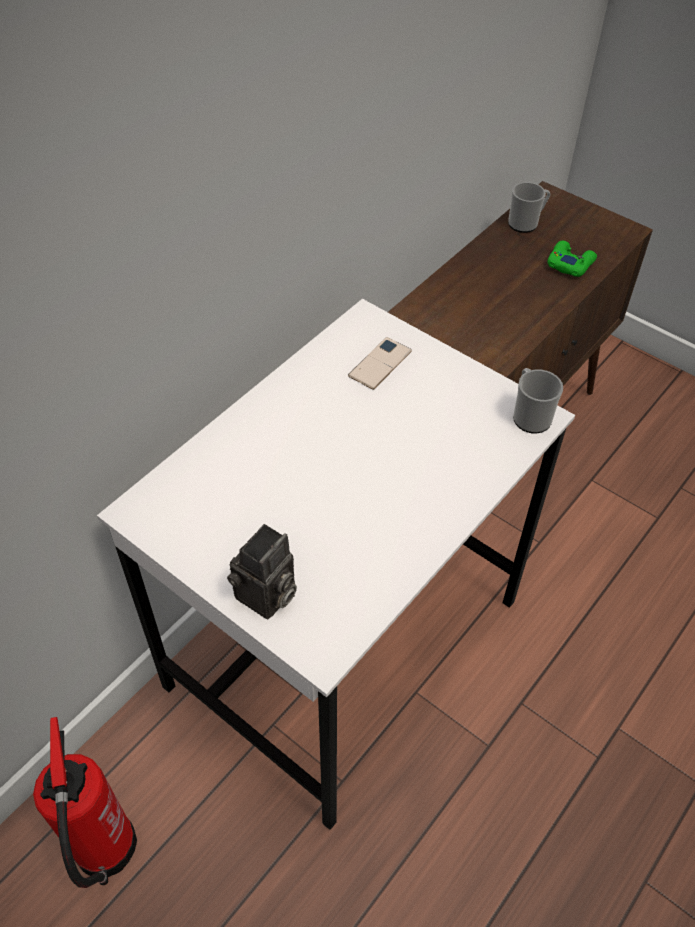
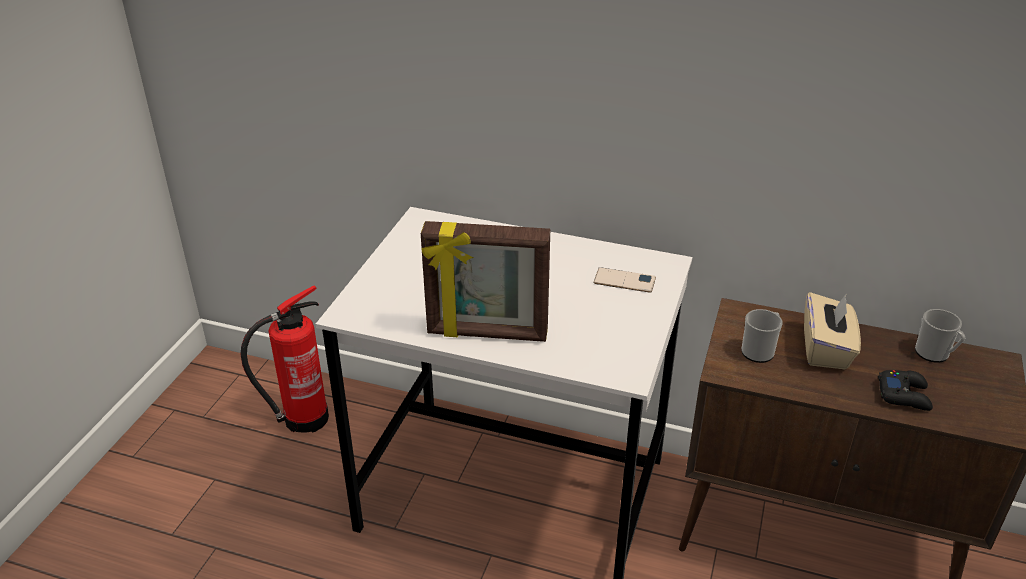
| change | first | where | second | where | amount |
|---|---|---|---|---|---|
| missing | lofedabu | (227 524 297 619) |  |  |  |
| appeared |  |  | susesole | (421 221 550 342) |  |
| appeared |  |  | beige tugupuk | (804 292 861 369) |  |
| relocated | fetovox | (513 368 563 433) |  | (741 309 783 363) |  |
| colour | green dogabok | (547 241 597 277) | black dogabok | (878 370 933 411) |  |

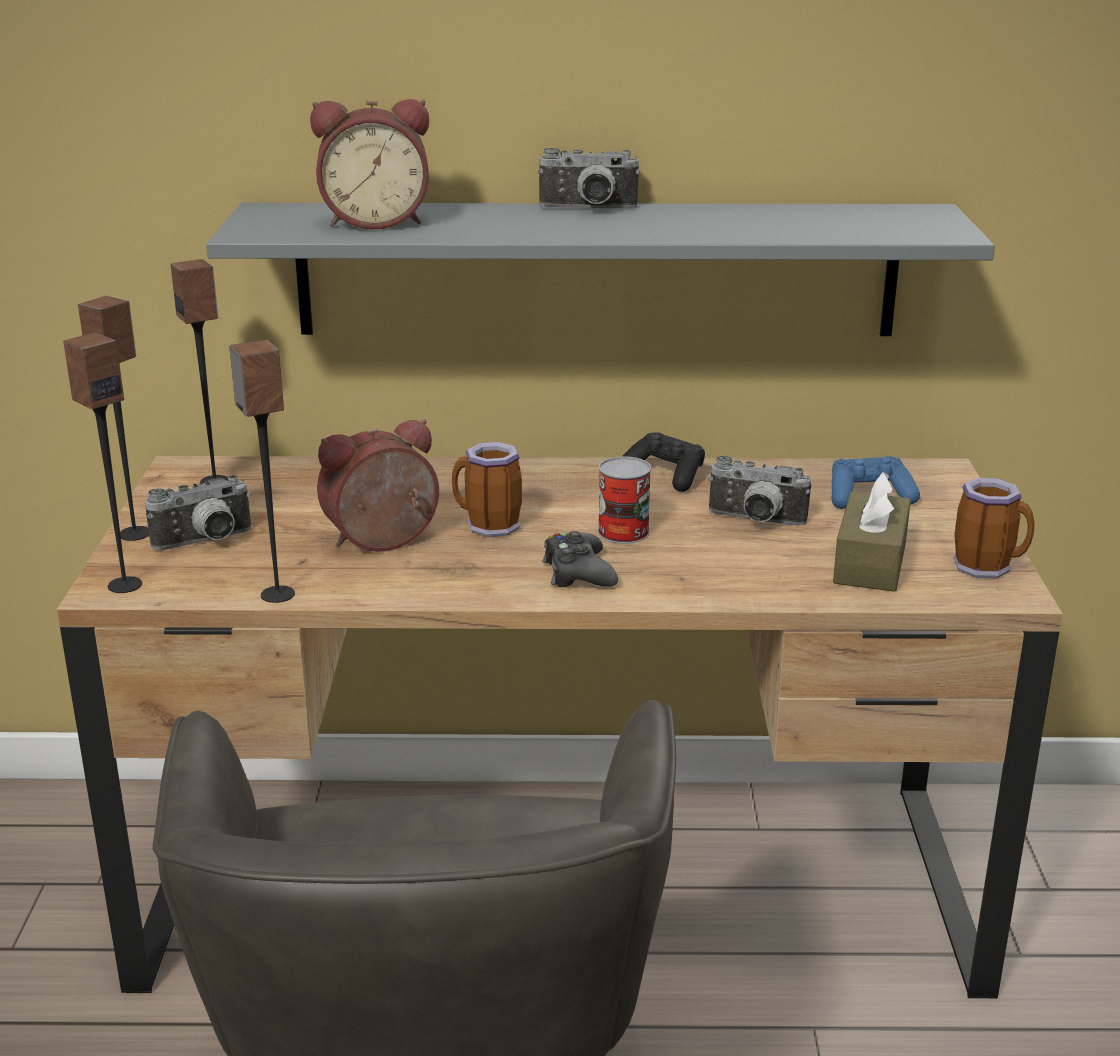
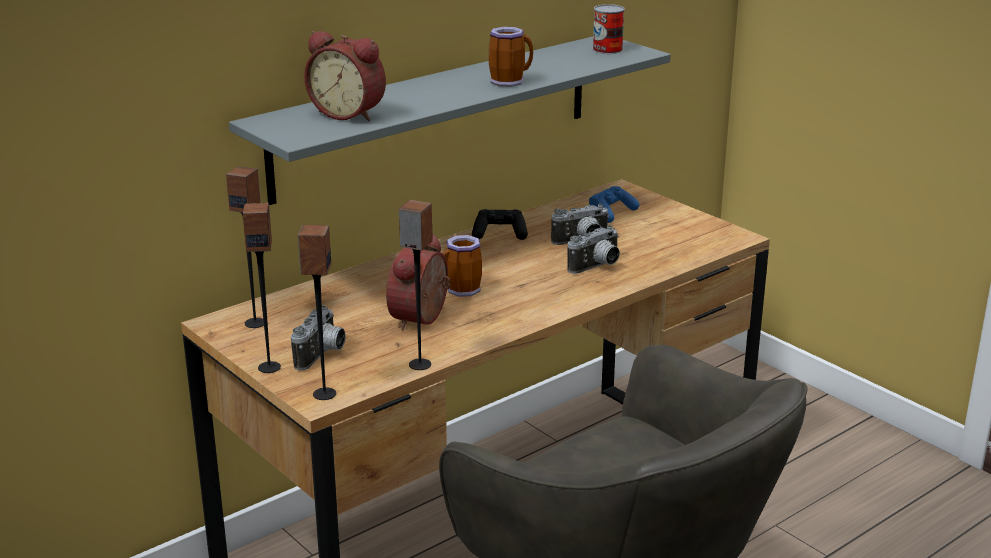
| change | first | where | second | where | amount |
|---|---|---|---|---|---|
| missing | black dogabok | (542 531 618 587) |  |  |  |
| missing | brown tugupuk | (833 472 911 592) |  |  |  |
| relocated | lofedabu | (538 148 640 208) |  | (567 225 620 274) |  |
| relocated | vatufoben | (598 456 651 544) |  | (593 4 625 54) |  |
| relocated | fetovox | (953 478 1034 578) |  | (489 27 533 87) |  |
| spun | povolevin | (310 99 429 229) |  | (304 31 386 121) | 75 degrees clockwise |

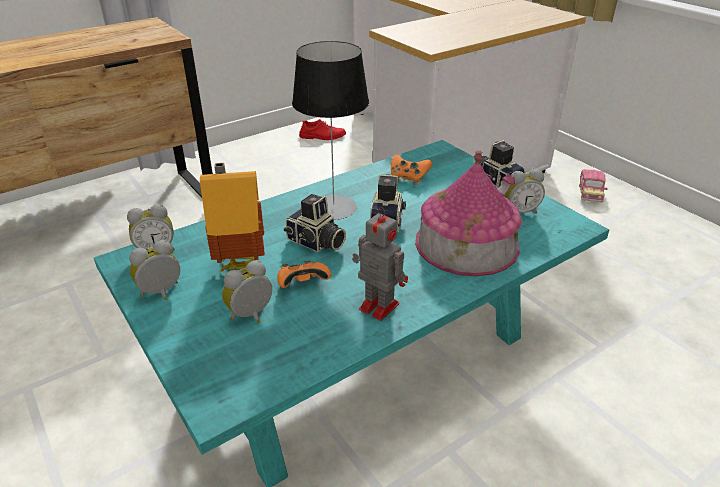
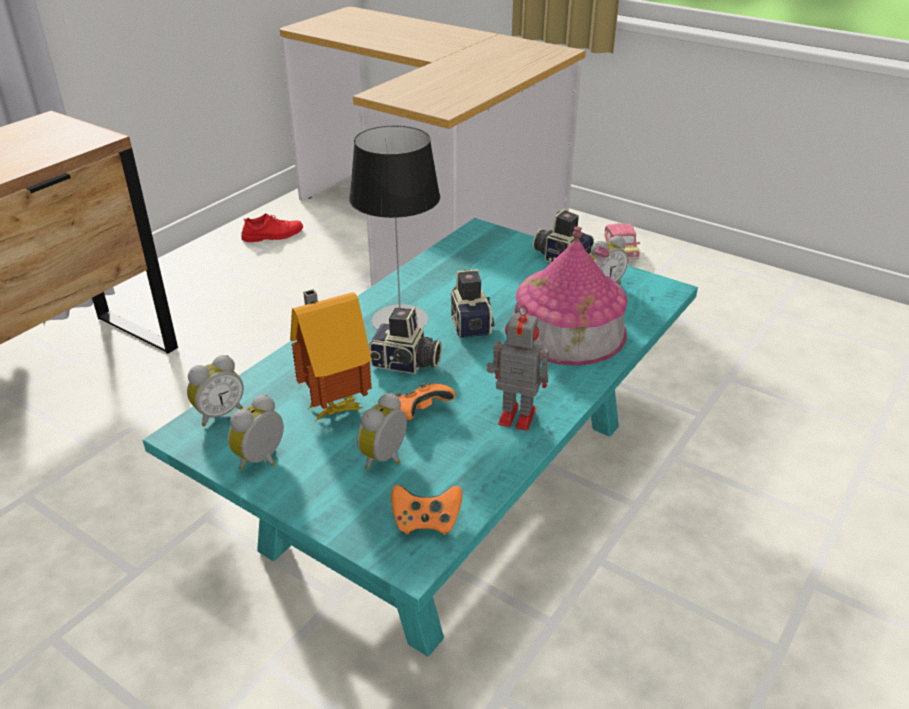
| change | first | where | second | where | amount |
|---|---|---|---|---|---|
| relocated | orange dogabok | (391 154 432 184) |  | (391 485 462 535) |  |

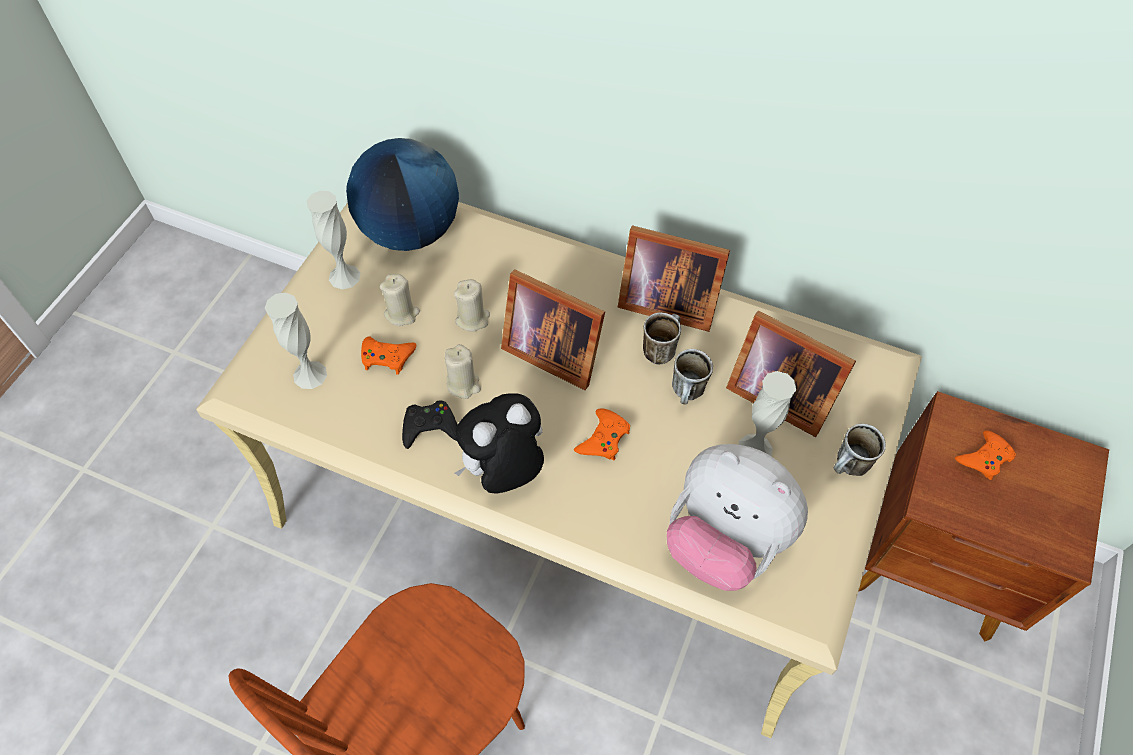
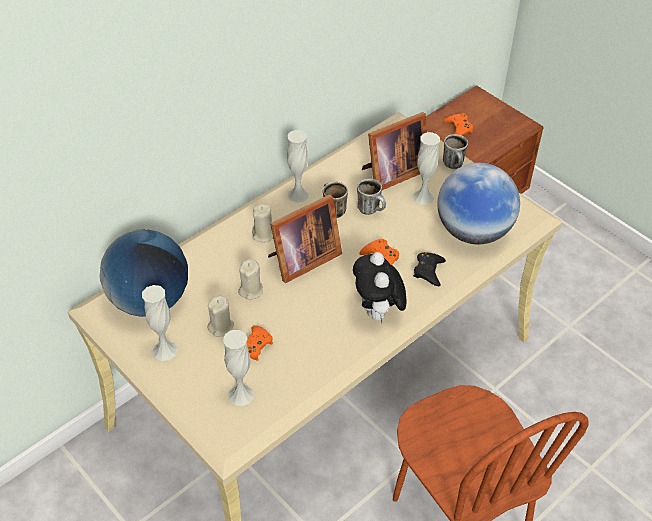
| change | first | where | second | where | amount |
|---|---|---|---|---|---|
| relocated | black dogabok | (402 400 457 449) |  | (414 252 446 286) |  |
| relocated | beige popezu | (445 344 481 399) |  | (252 204 273 242) |  |
| exchanged | susesole | (618 225 730 332) | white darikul | (287 130 309 203) |  |
| exchanged | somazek | (667 444 808 591) | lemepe | (437 163 520 244) |  |

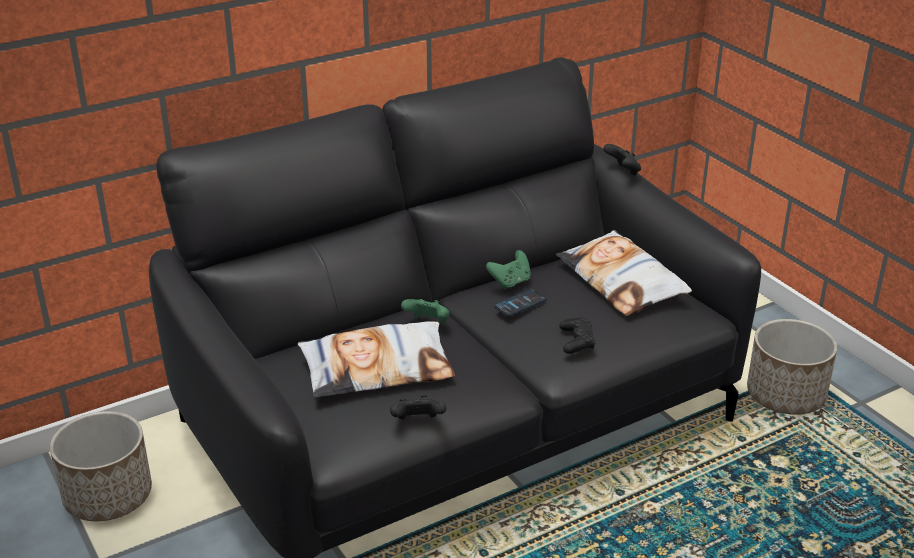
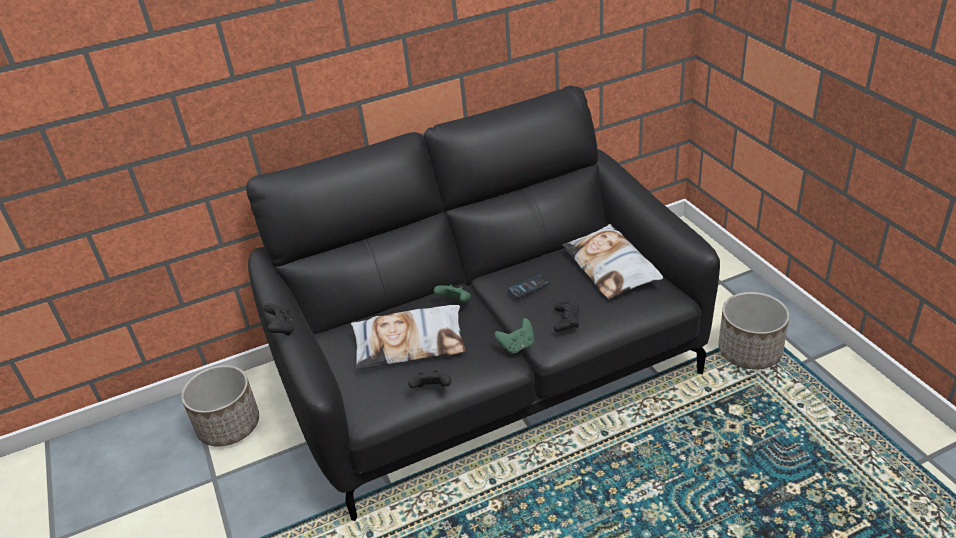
| change | first | where | second | where | amount |
|---|---|---|---|---|---|
| relocated | green dogabok | (486 250 531 290) |  | (494 318 534 354) |  |
| relocated | black dogabok | (603 144 641 176) |  | (263 303 295 336) |  |

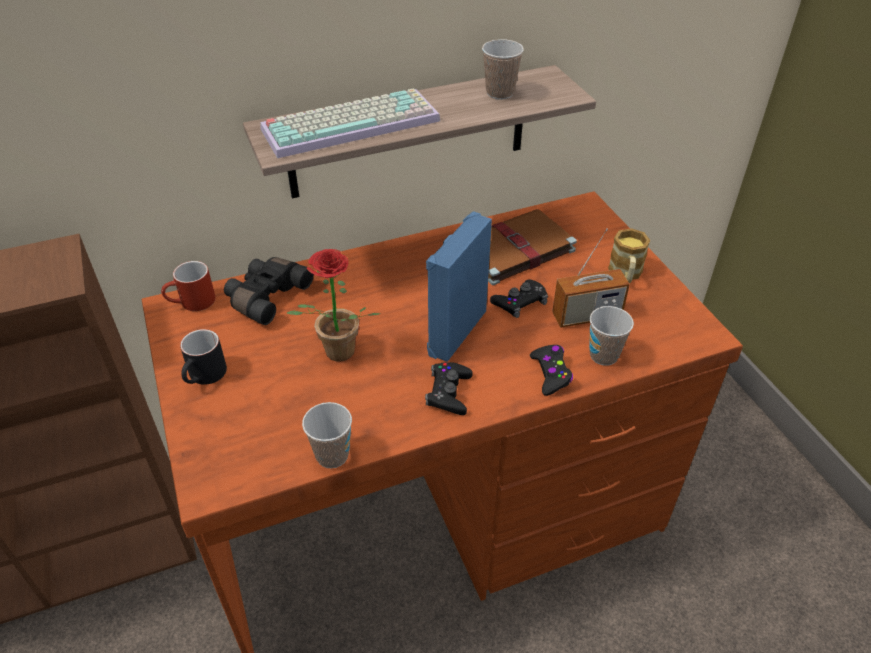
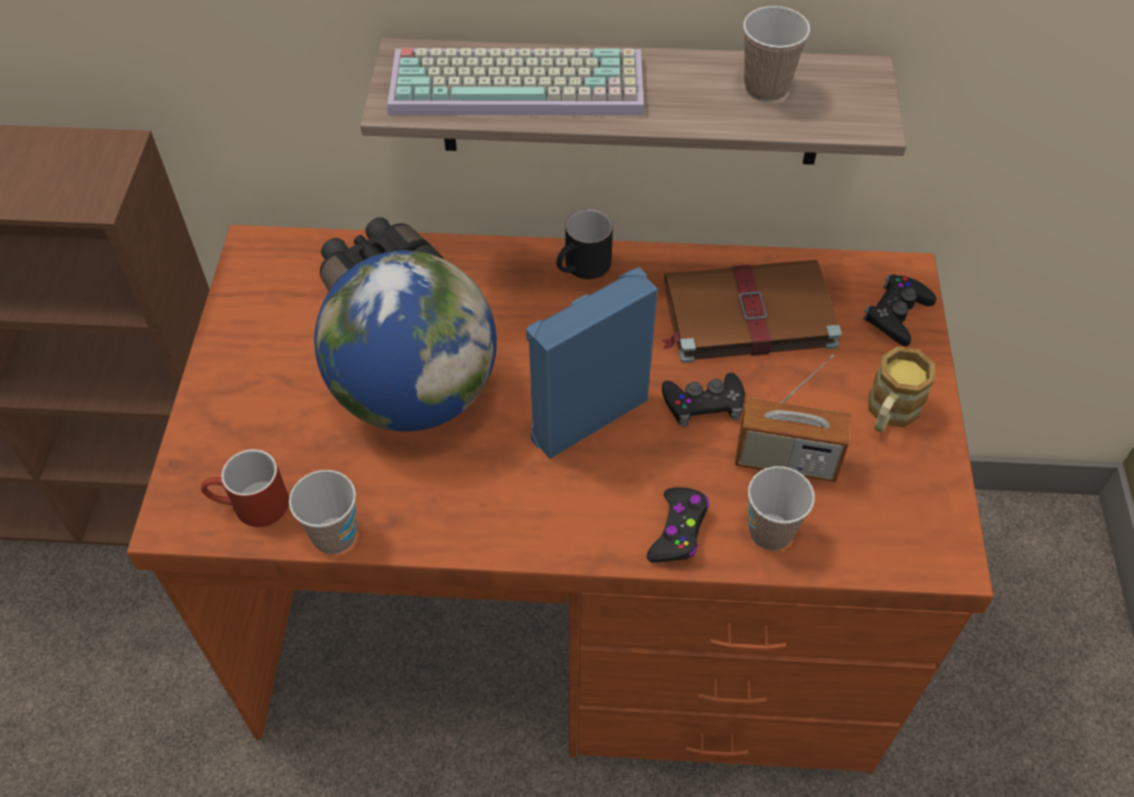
| change | first | where | second | where | amount |
|---|---|---|---|---|---|
| relocated | red fetovox | (161 261 216 311) |  | (201 449 289 527) |  |
| relocated | black fetovox | (180 329 227 385) |  | (557 209 613 279) |  |
| relocated | black dogabok | (425 362 473 415) |  | (863 275 936 346) |  |
| exchanged | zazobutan | (287 249 381 361) | lemepe | (314 251 497 431) |  |

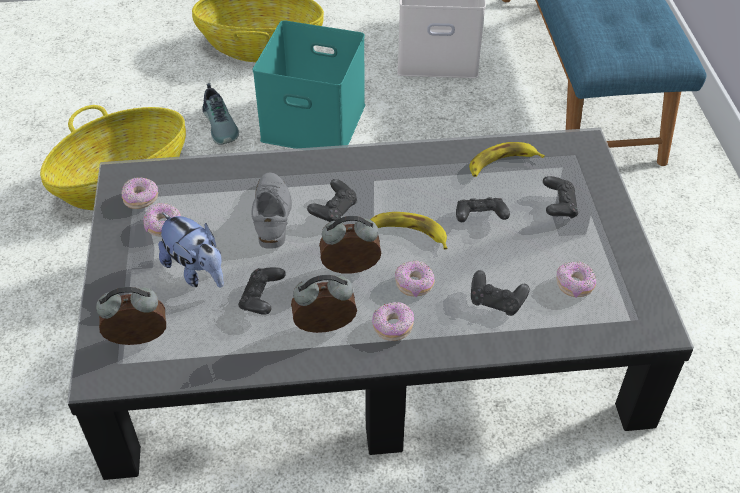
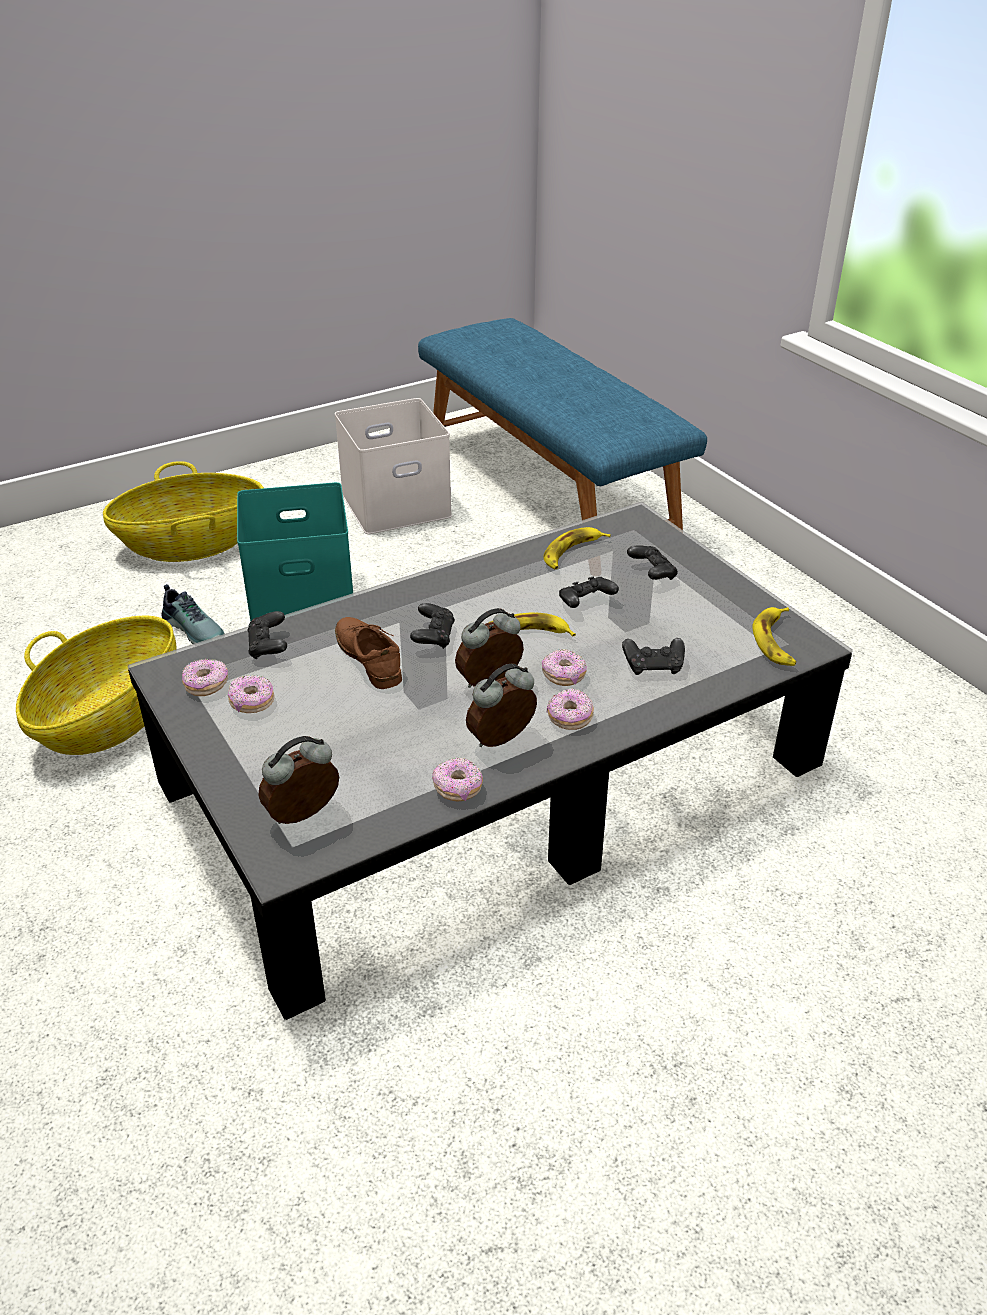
| change | first | where | second | where | amount |
|---|---|---|---|---|---|
| missing | somazek | (158 212 224 288) |  |  |  |
| appeared |  |  | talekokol | (752 607 796 666) |  |
| relocated | black dogabok | (238 267 286 315) |  | (247 611 287 659) |  |
| relocated | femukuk | (556 261 596 298) |  | (432 758 483 802) |  |
| colour | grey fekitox | (251 173 292 249) | brown fekitox | (335 617 402 689) |  |

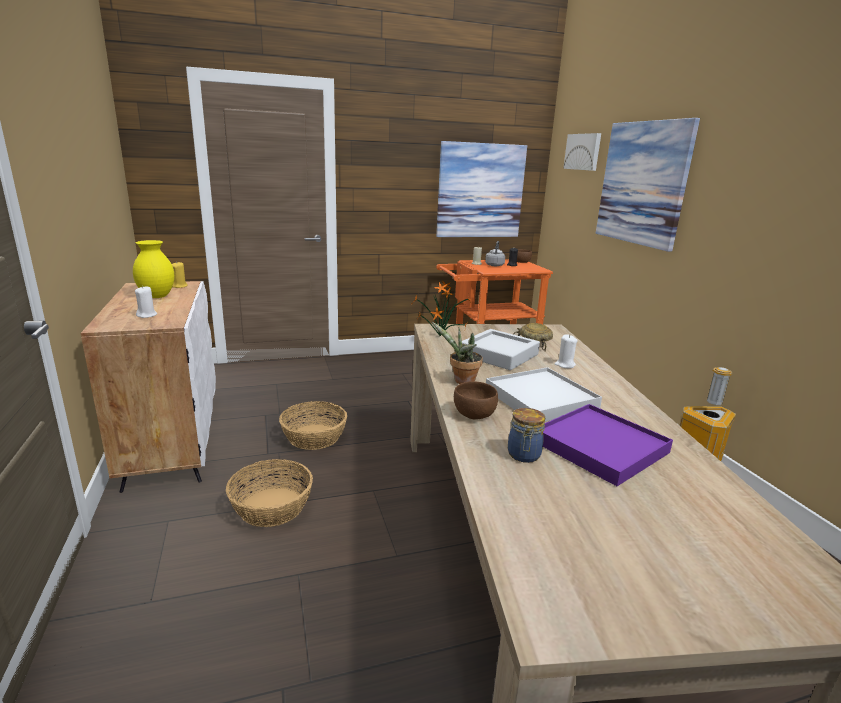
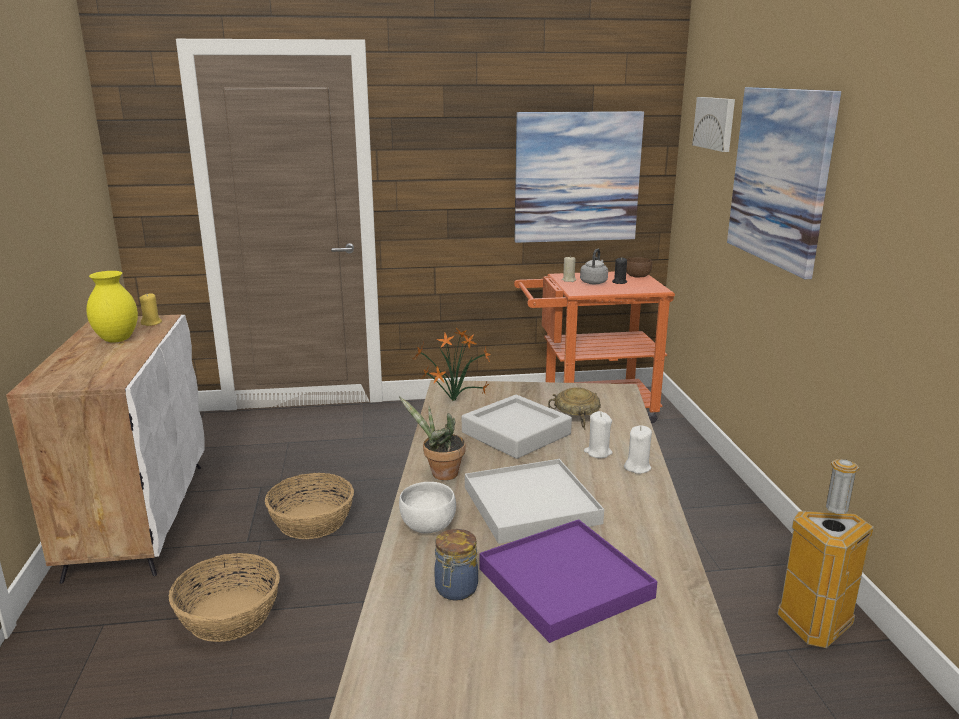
| change | first | where | second | where | amount |
|---|---|---|---|---|---|
| relocated | white popezu | (135 286 157 318) |  | (624 425 652 474) |  |
| colour | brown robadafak | (454 381 498 420) | white robadafak | (399 482 456 534) |  |

